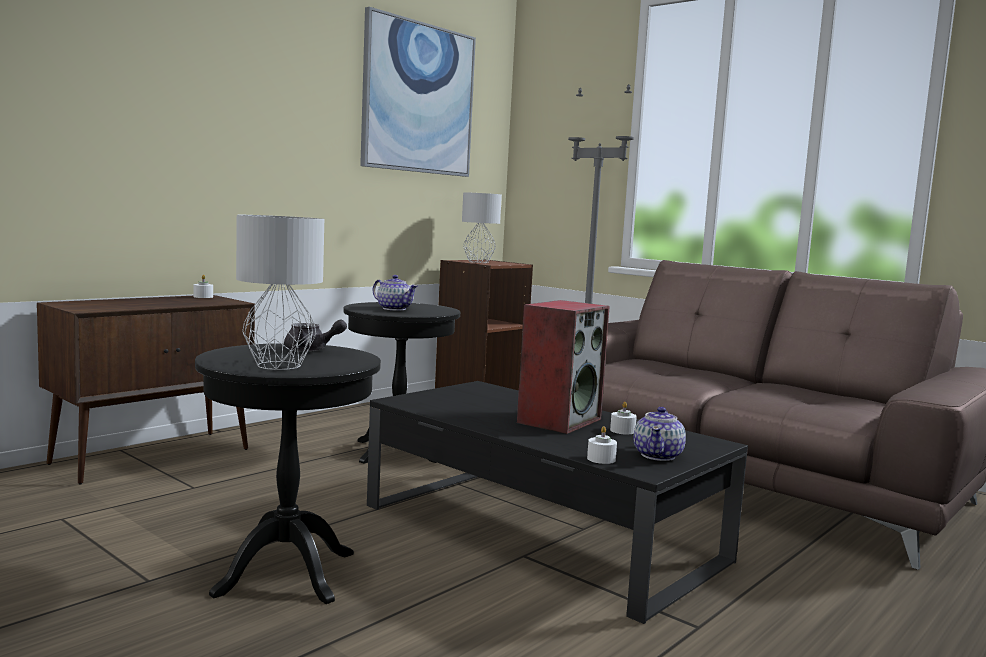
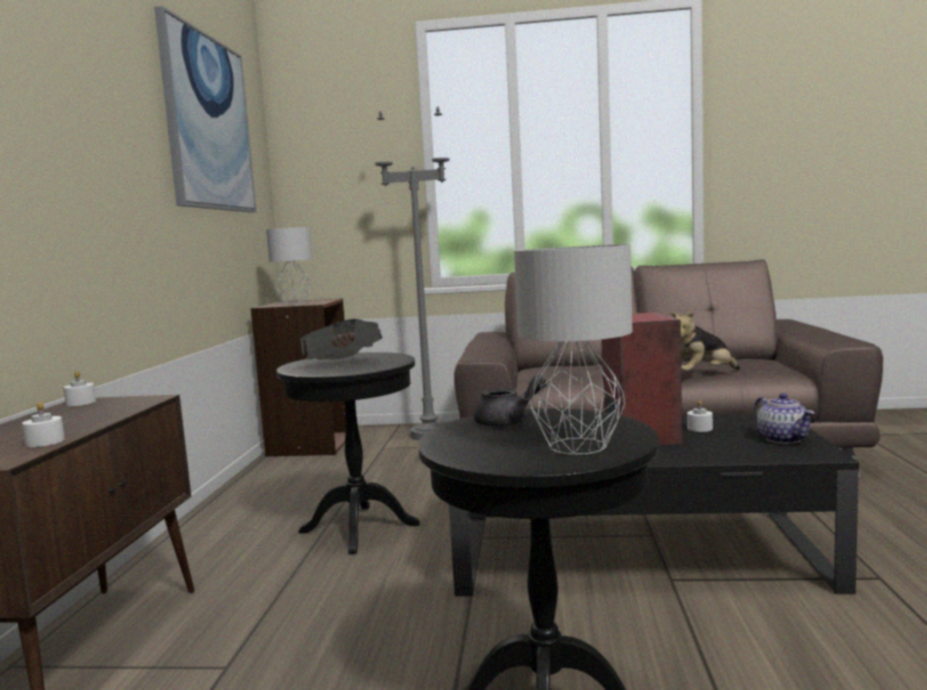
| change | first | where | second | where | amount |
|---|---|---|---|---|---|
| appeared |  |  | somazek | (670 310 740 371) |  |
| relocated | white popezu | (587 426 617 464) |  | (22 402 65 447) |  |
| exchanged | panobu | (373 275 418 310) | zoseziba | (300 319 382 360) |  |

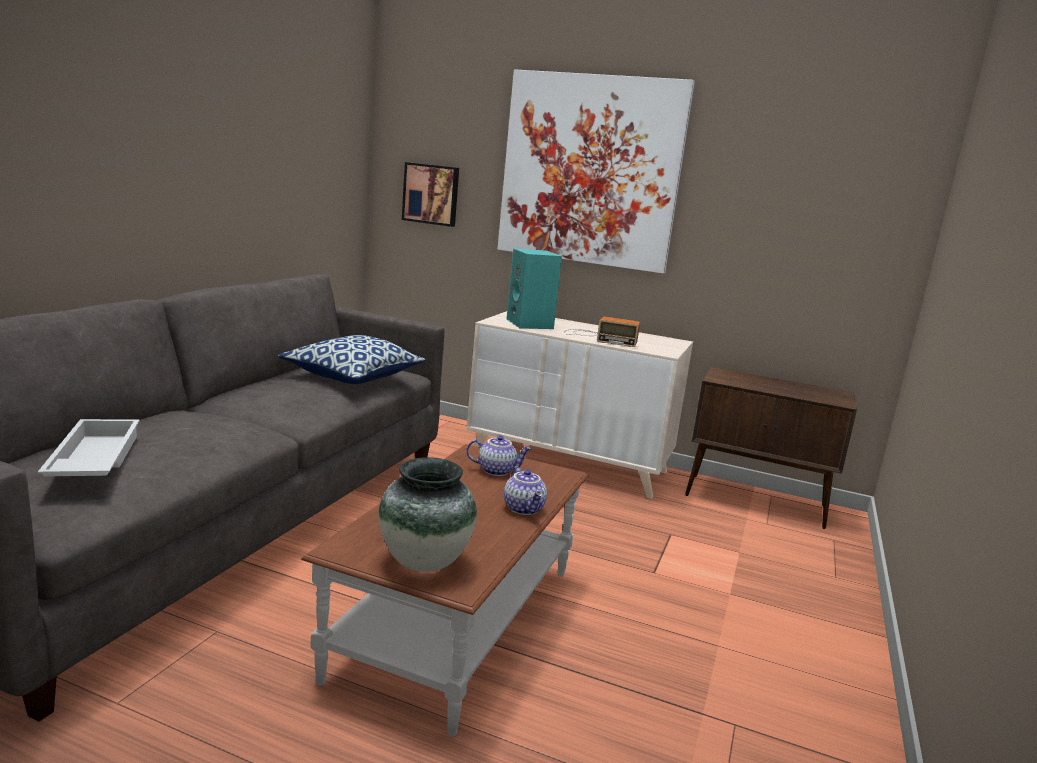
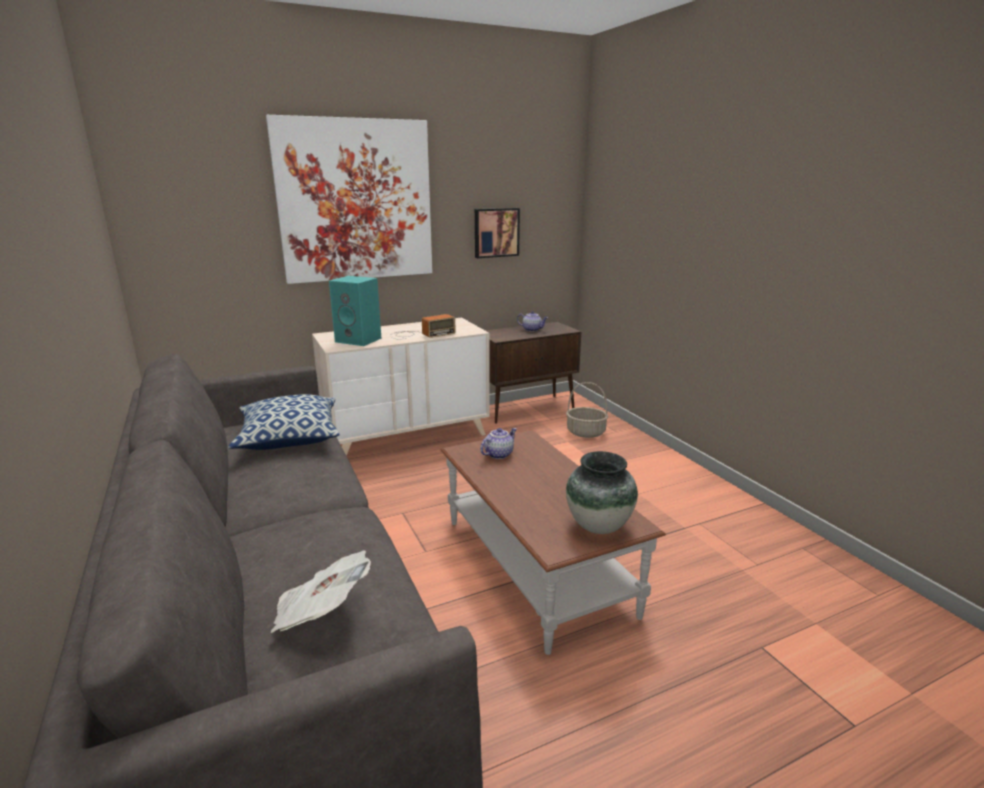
| change | first | where | second | where | amount |
|---|---|---|---|---|---|
| appeared |  |  | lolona | (566 382 608 438) |  |
| relocated | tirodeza | (402 162 459 227) |  | (475 208 520 258) |  |
| relocated | panobu | (504 466 547 515) |  | (517 311 548 332) |  |
| exchanged | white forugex | (38 419 140 477) | zoseziba | (271 550 371 633) |  |

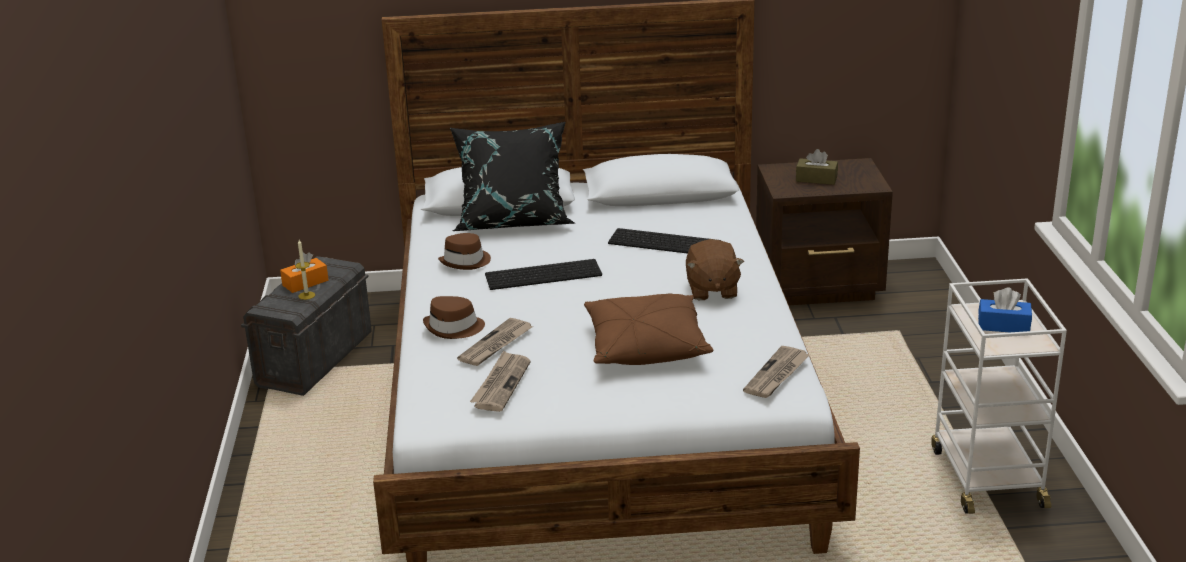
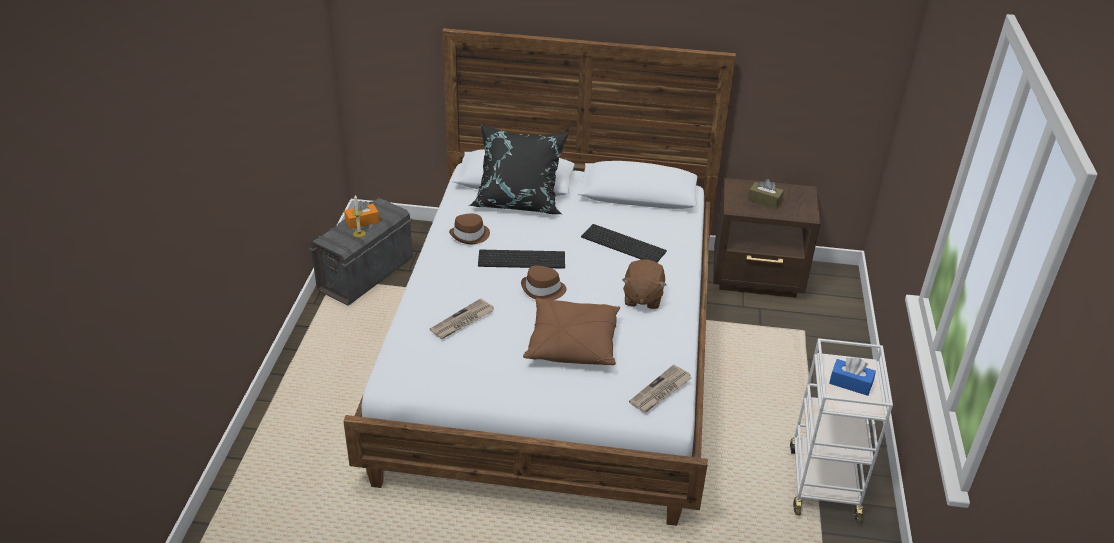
| change | first | where | second | where | amount |
|---|---|---|---|---|---|
| missing | zoseziba | (470 350 531 412) |  |  |  |
| relocated | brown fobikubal | (423 296 485 339) |  | (521 266 567 300) |  |

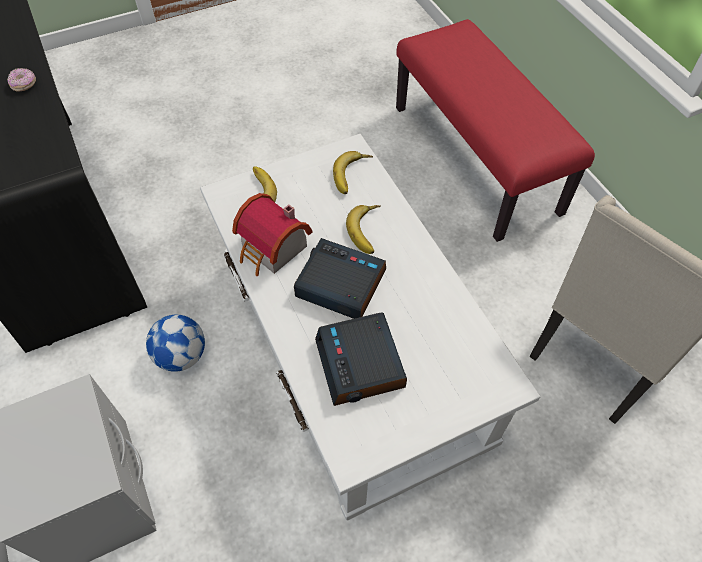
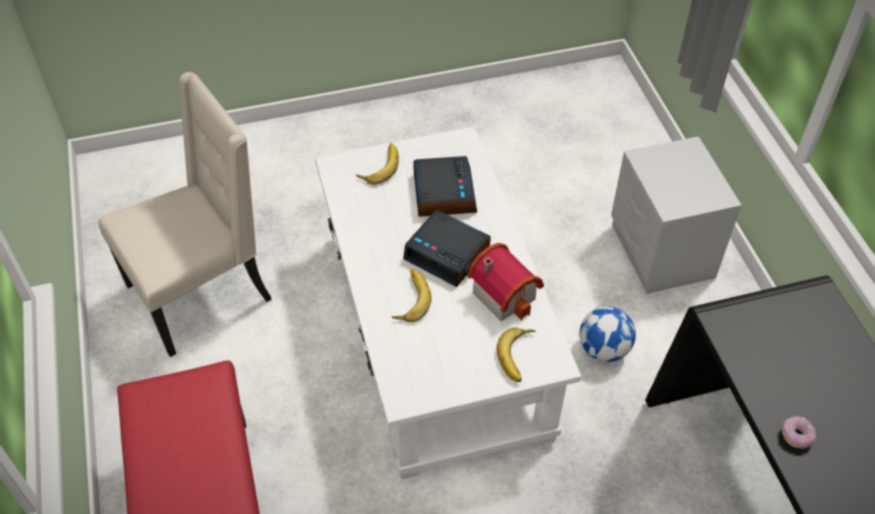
| change | first | where | second | where | amount |
|---|---|---|---|---|---|
| relocated | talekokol | (333 151 373 194) |  | (356 143 399 185) |  |

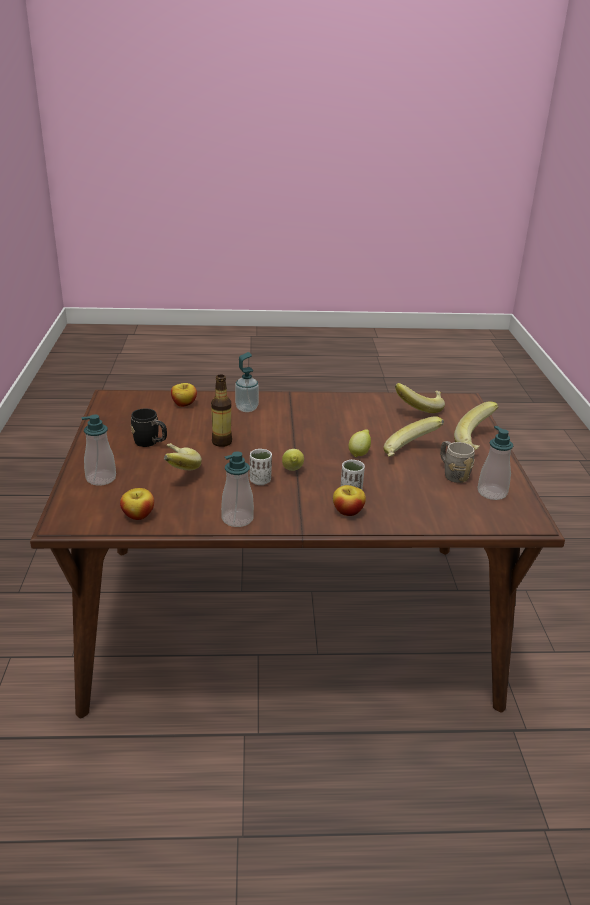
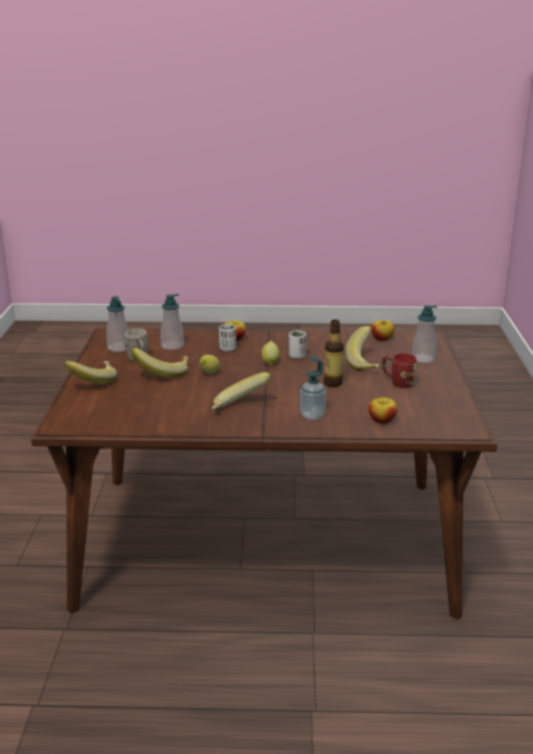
| change | first | where | second | where | amount |
|---|---|---|---|---|---|
| relocated | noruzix | (221 452 254 527) |  | (161 294 184 350) |  |
| relocated | talekokol | (395 383 445 413) |  | (212 372 272 409) |  |
| colour | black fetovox | (131 408 167 447) | red fetovox | (382 353 417 388) |  |

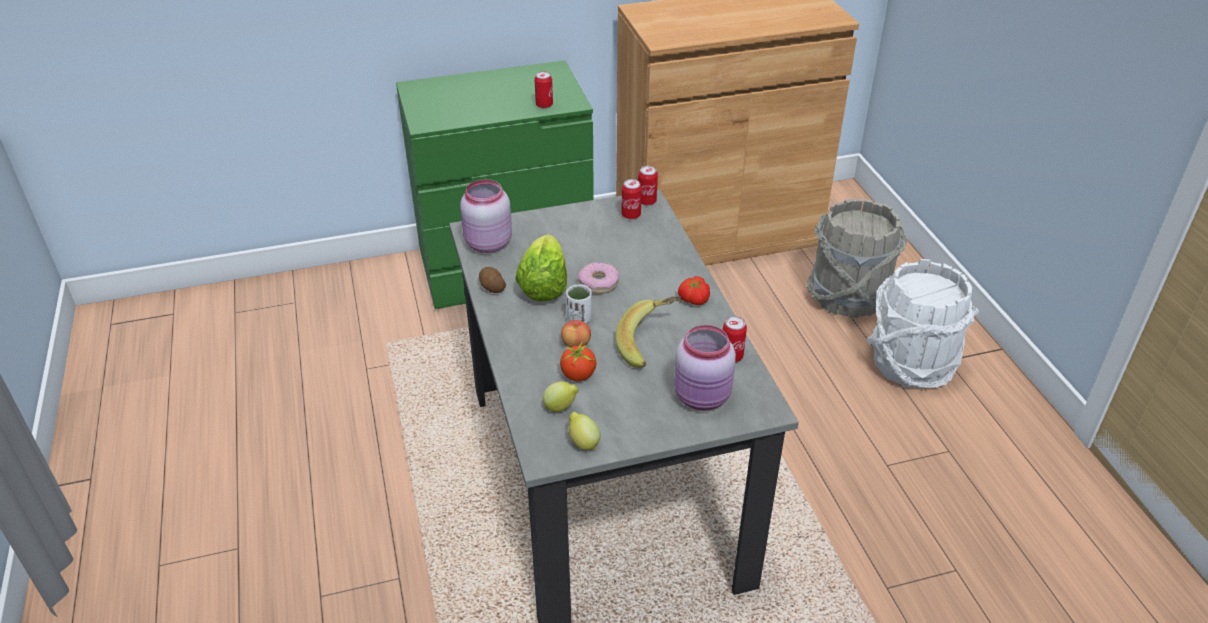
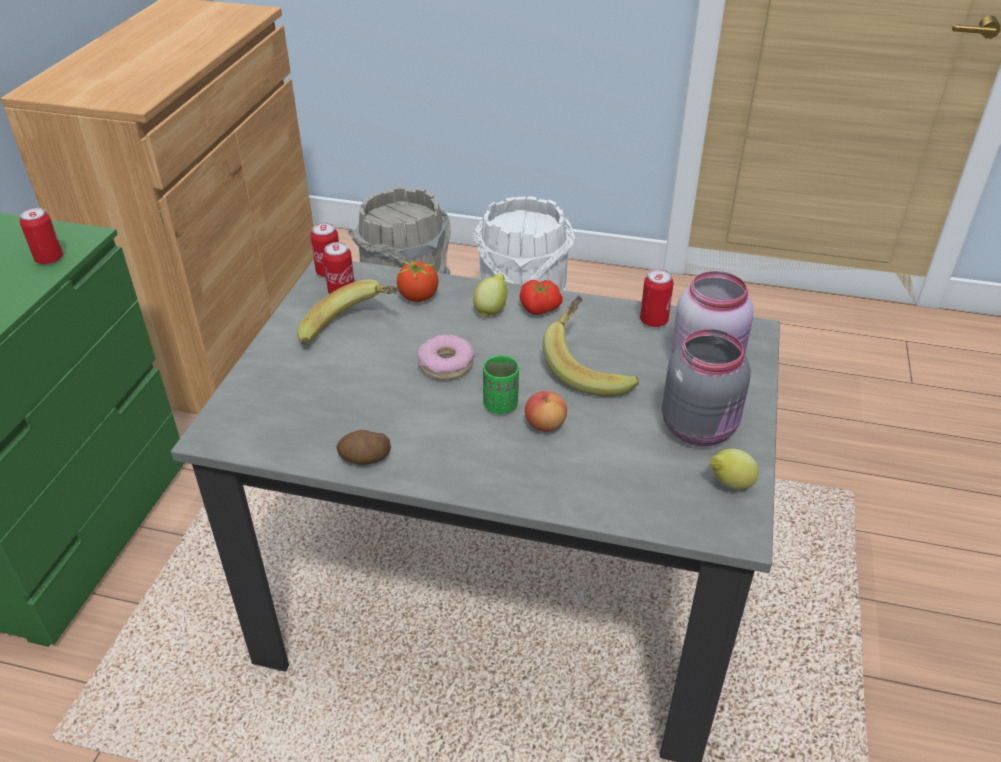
| change | first | where | second | where | amount |
|---|---|---|---|---|---|
| missing | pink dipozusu | (460 179 512 253) |  |  |  |
| missing | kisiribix | (515 234 567 302) |  |  |  |
| appeared |  |  | talekokol | (297 279 399 345) |  |
| appeared |  |  | grey dipozusu | (662 329 751 446) |  |
| relocated | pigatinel | (543 381 579 412) |  | (473 273 507 318) |  |
| relocated | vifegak | (560 341 596 381) |  | (397 260 439 302) |  |
| colour | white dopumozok | (566 284 592 324) | green dopumozok | (483 356 519 414) |  |

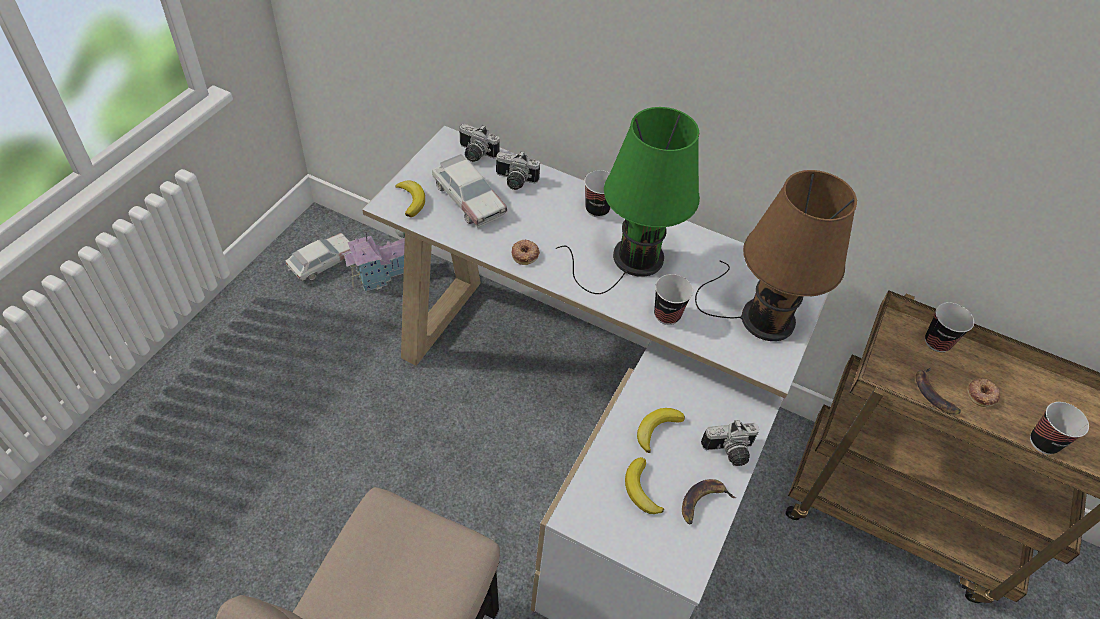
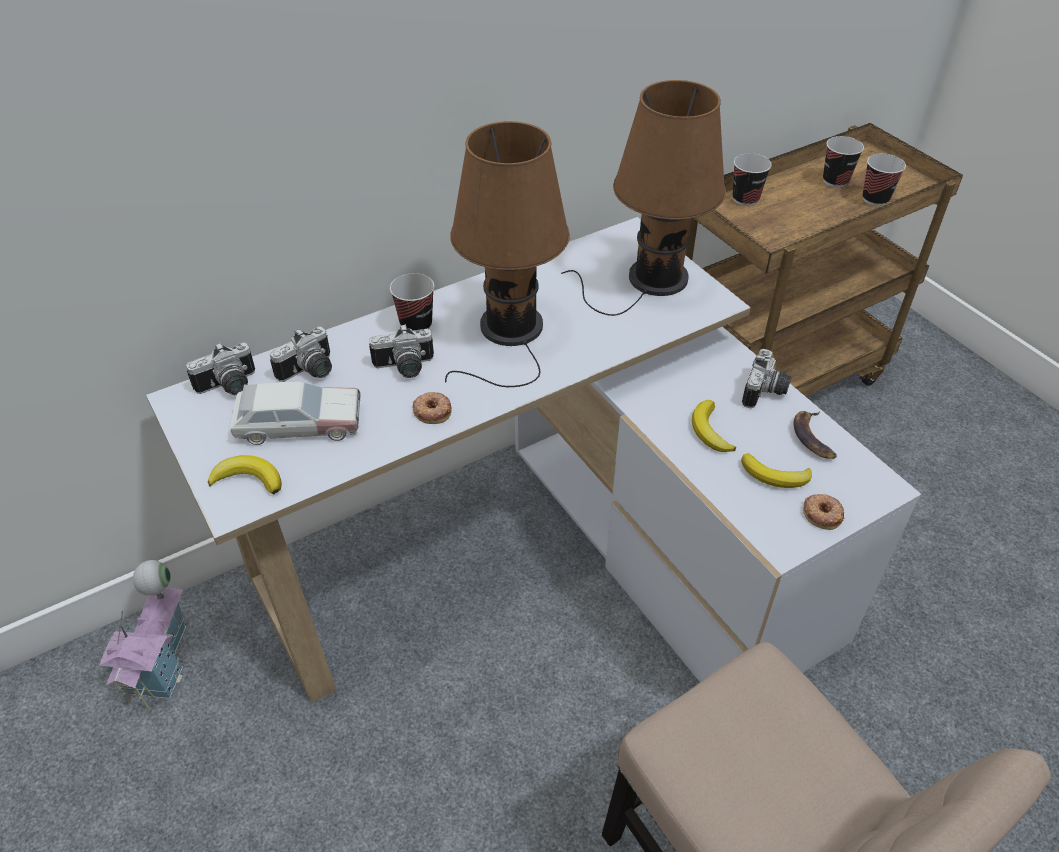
| change | first | where | second | where | amount |
|---|---|---|---|---|---|
| missing | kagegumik | (286 233 351 281) |  |  |  |
| missing | talekokol | (916 367 961 414) |  |  |  |
| appeared |  |  | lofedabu | (369 324 434 378) |  |
| relocated | dopumozok | (654 274 693 325) |  | (823 136 864 188) |  |
| relocated | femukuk | (967 378 1001 407) |  | (803 494 844 530) |  |
| colour | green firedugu | (556 107 700 294) | brown firedugu | (445 121 570 387) |  |

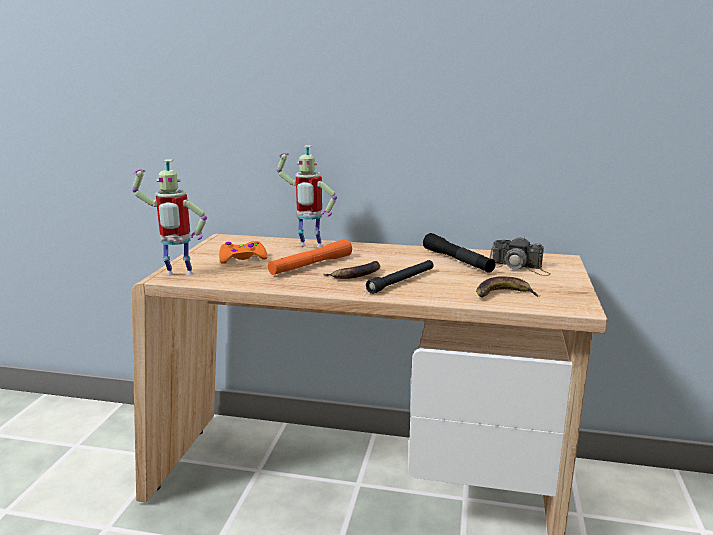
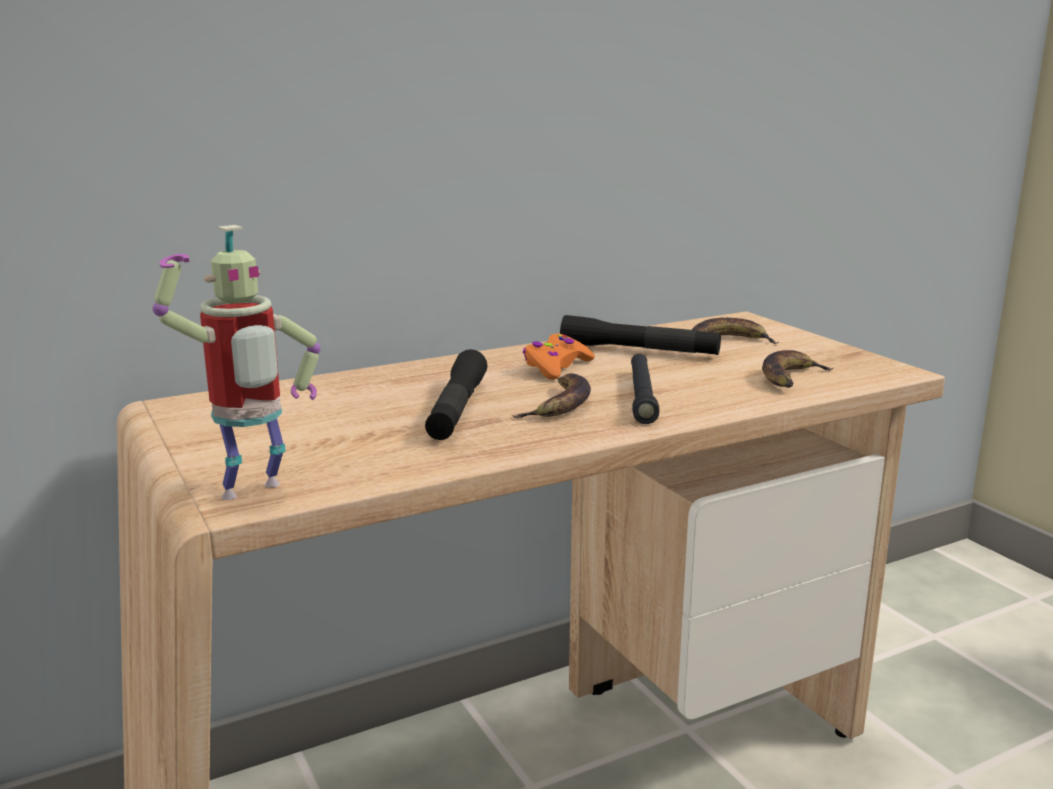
| change | first | where | second | where | amount |
|---|---|---|---|---|---|
| missing | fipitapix | (277 145 337 247) |  |  |  |
| relocated | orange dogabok | (219 241 268 264) |  | (523 334 595 380) |  |
| exchanged | lofedabu | (490 236 551 276) | talekokol | (692 318 779 344) |  |
| colour | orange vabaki | (268 239 352 275) | black vabaki | (425 349 488 440) |  |

